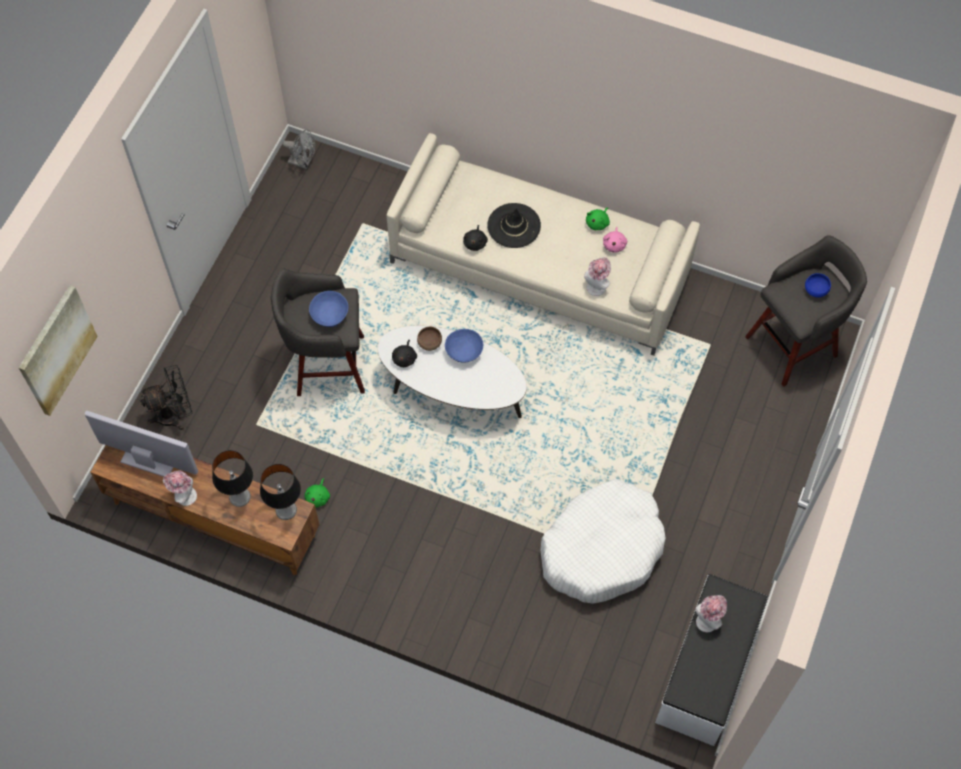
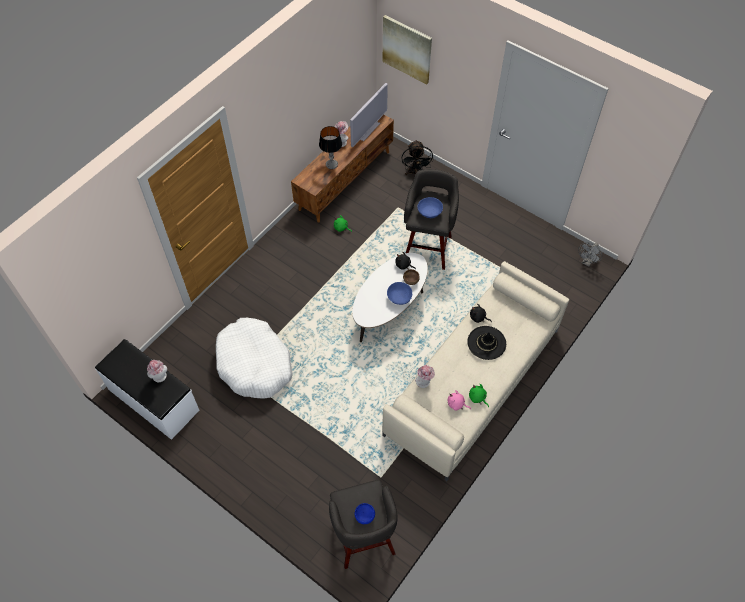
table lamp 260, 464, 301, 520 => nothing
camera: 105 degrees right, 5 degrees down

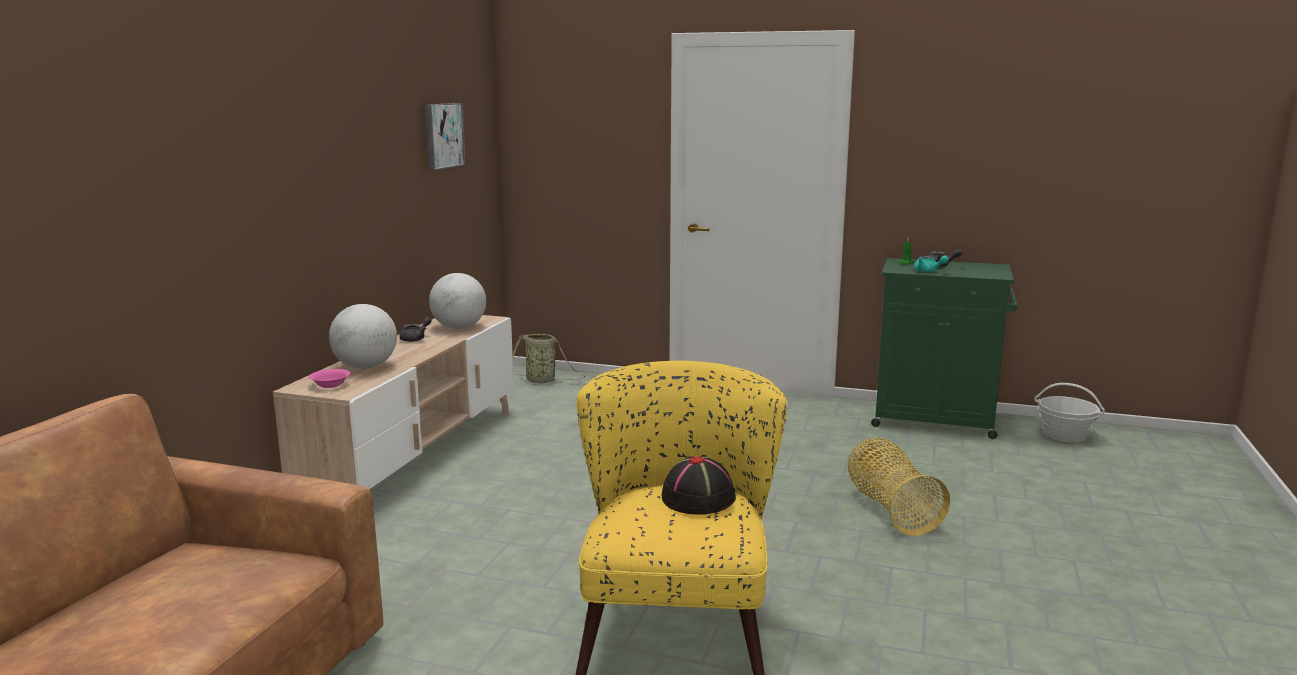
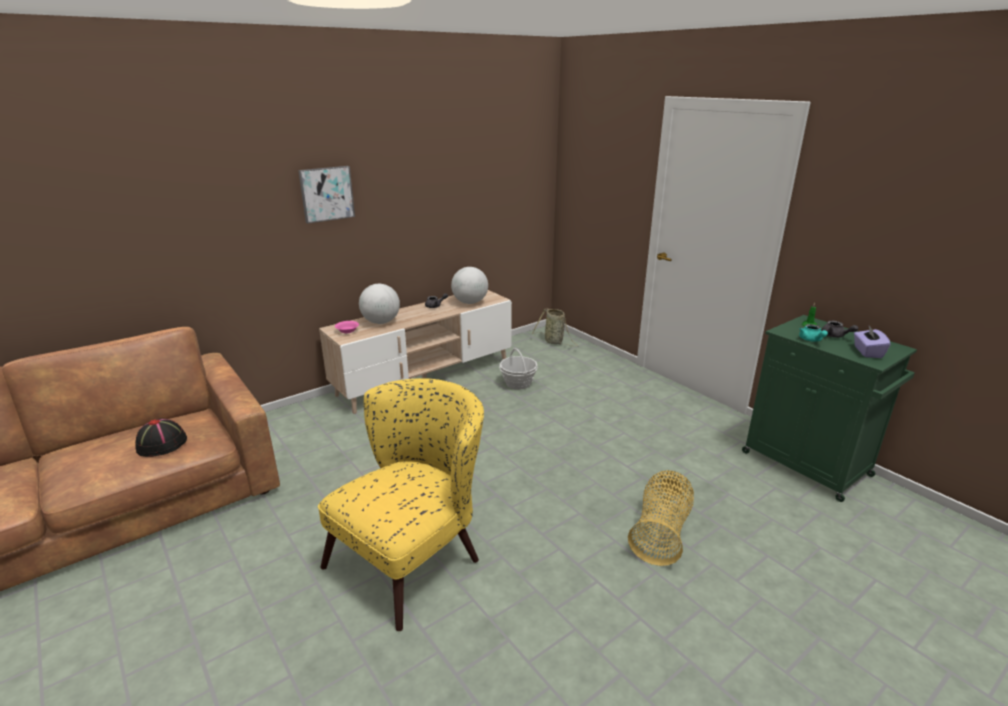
nothing => tissue holder (purple) 854, 326, 891, 358
wall picture 425, 103, 466, 170 => wall picture 298, 166, 355, 223, relocated
hat (black-coloured) 661, 456, 736, 515 => hat (black-coloured) 135, 418, 187, 457, relocated
household basket 1035, 383, 1105, 443 => household basket 499, 348, 537, 390, relocated
camera: 35 degrees right, 10 degrees up

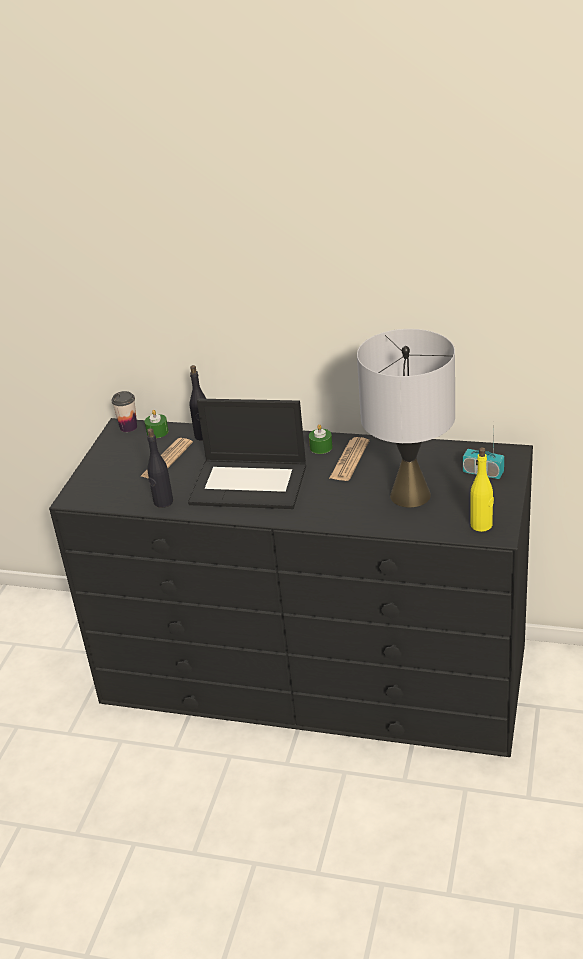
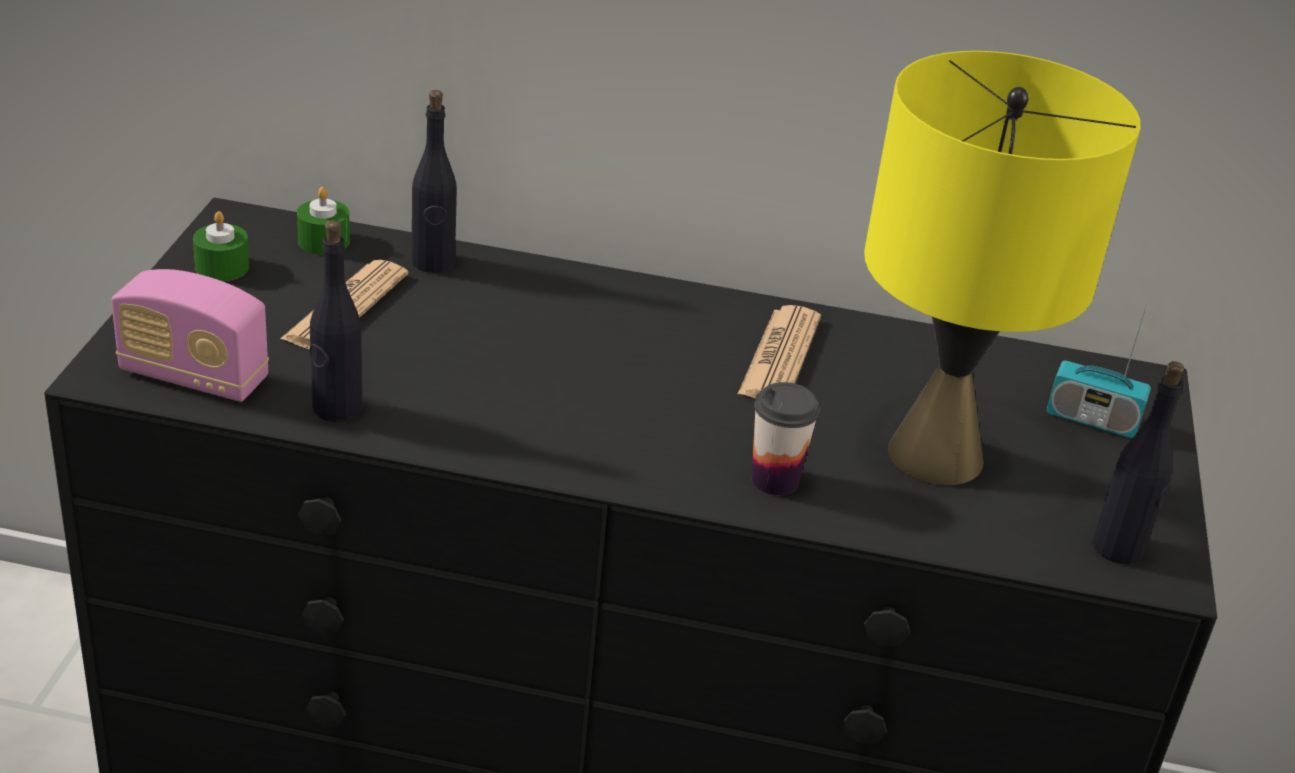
portable computer 188, 399, 306, 509 => nothing
nothing => radio receiver 111, 269, 269, 402
cup 111, 391, 137, 432 => cup 751, 382, 820, 495, relocated
wax light (green) 309, 424, 333, 454 => wax light (green) 193, 211, 249, 281, relocated
table lamp (grey) 357, 329, 455, 508 => table lamp (yellowish) 864, 51, 1141, 486
beverage bottle (yellowish) 471, 447, 494, 532 => beverage bottle (black-coloured) 1092, 361, 1184, 564
camera: 10 degrees left, 0 degrees up

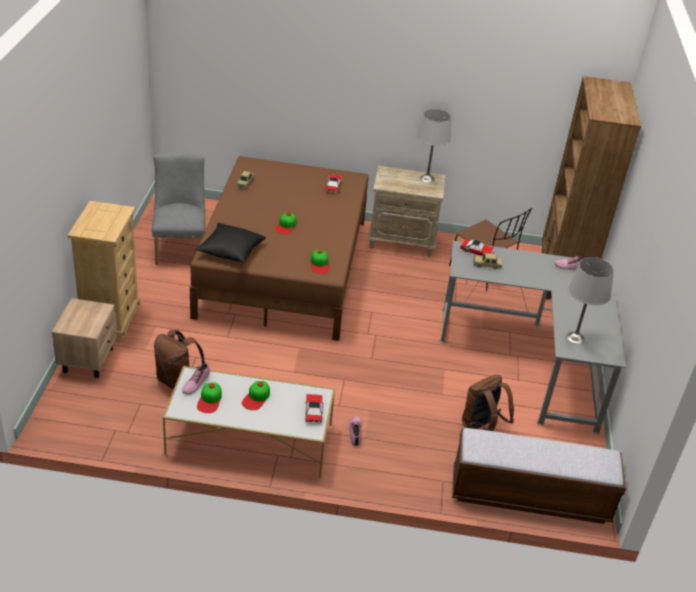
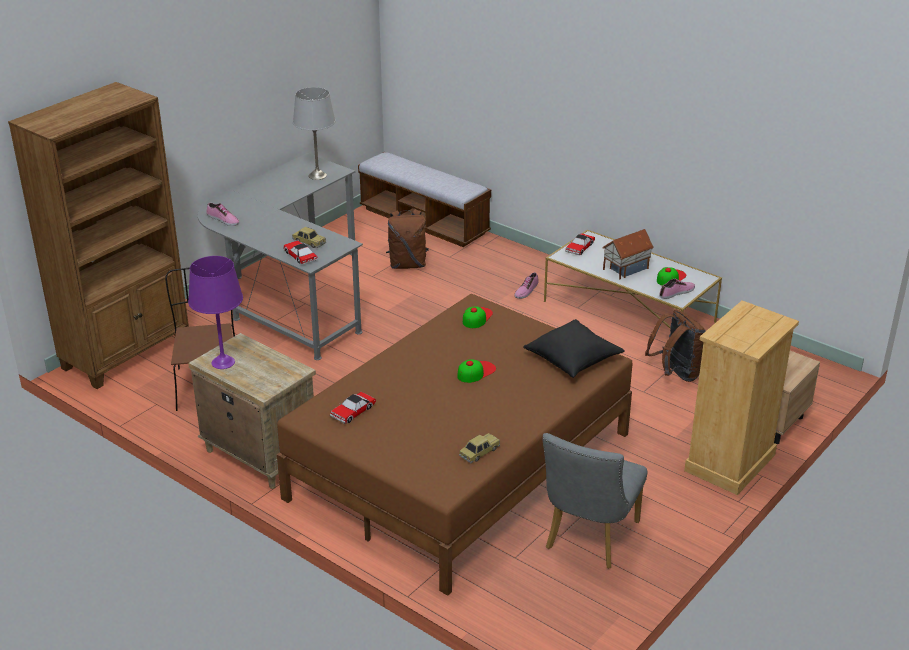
cap 242, 381, 270, 410 => miniature house 602, 229, 654, 279
table lamp (grey) 417, 109, 451, 183 => table lamp (purple) 188, 256, 243, 369
camera: 145 degrees left, 5 degrees down

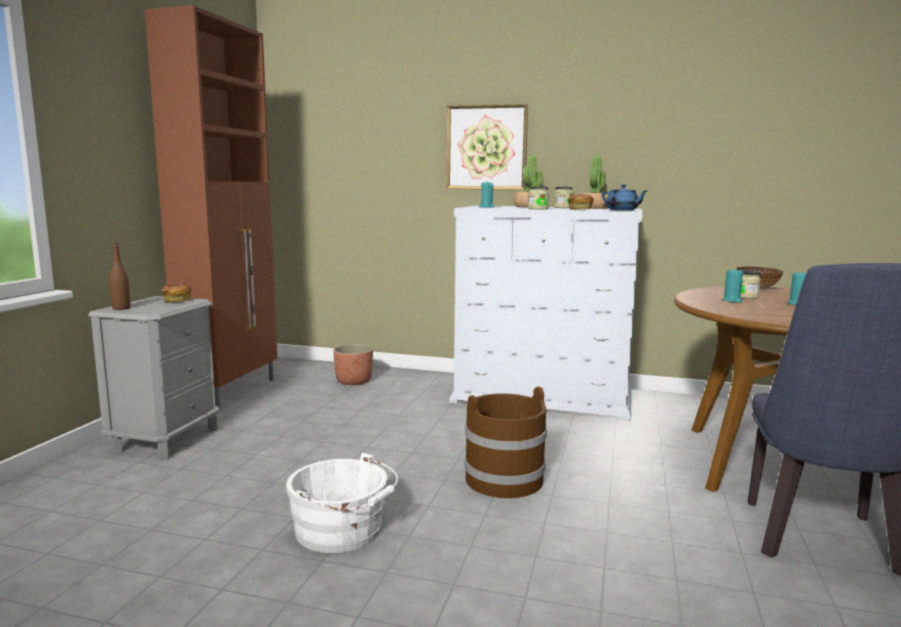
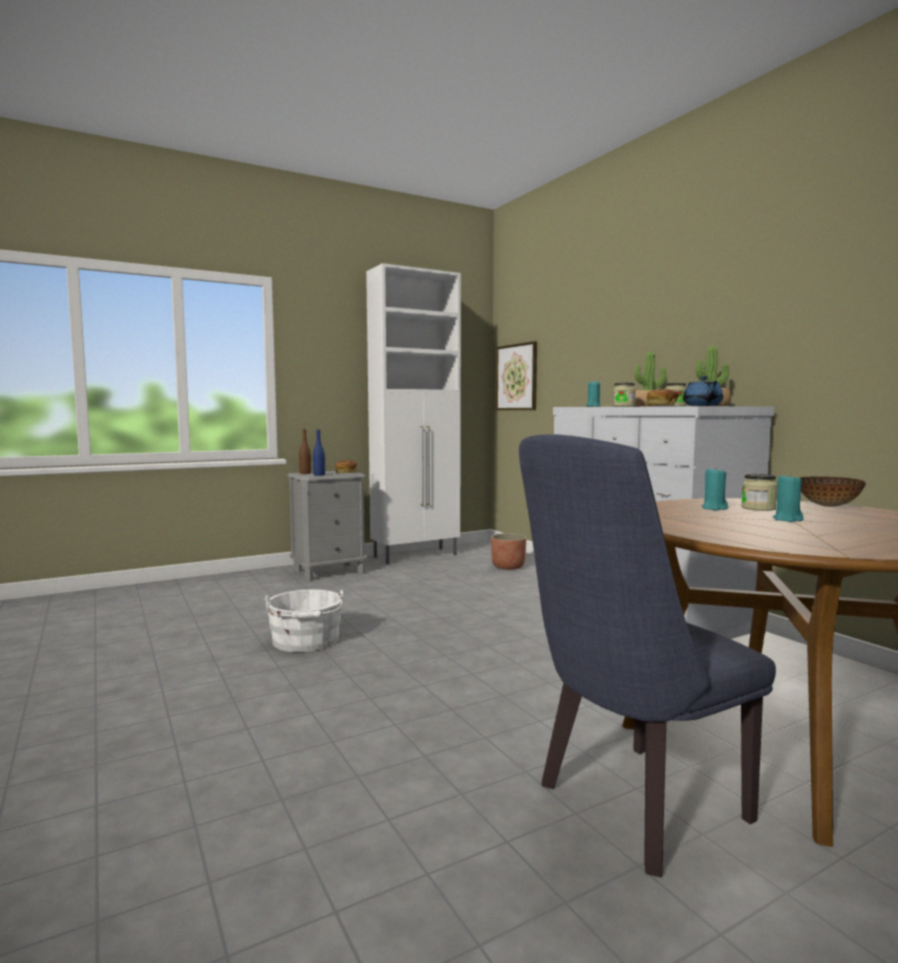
water bucket (brown-coloured) 464, 386, 547, 498 => nothing
nothing => beverage bottle (blue) 313, 429, 325, 476
wall picture 446, 104, 528, 190 => wall picture 495, 341, 537, 410, relocated
storage cabinet (brown-coloured) 145, 5, 278, 410 => storage cabinet (whitish) 366, 263, 461, 564
camera: 45 degrees right, 5 degrees down

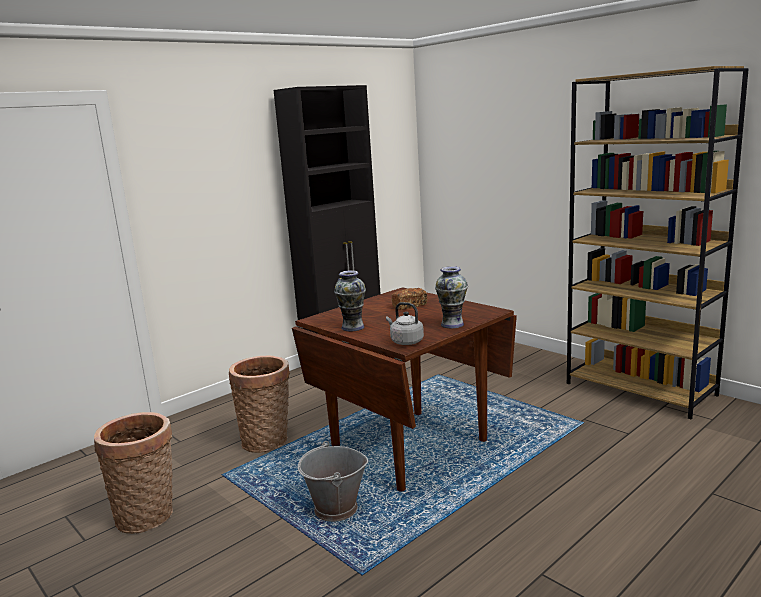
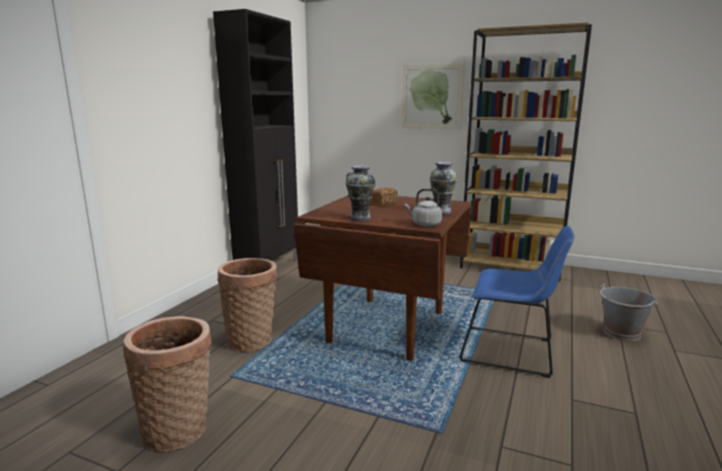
nothing => wall picture 401, 63, 465, 130
nothing => plain chair (blue) 459, 226, 574, 378
water bucket (grey) 298, 441, 368, 522 => water bucket (grey) 600, 284, 658, 341, relocated
camera: 25 degrees left, 0 degrees up

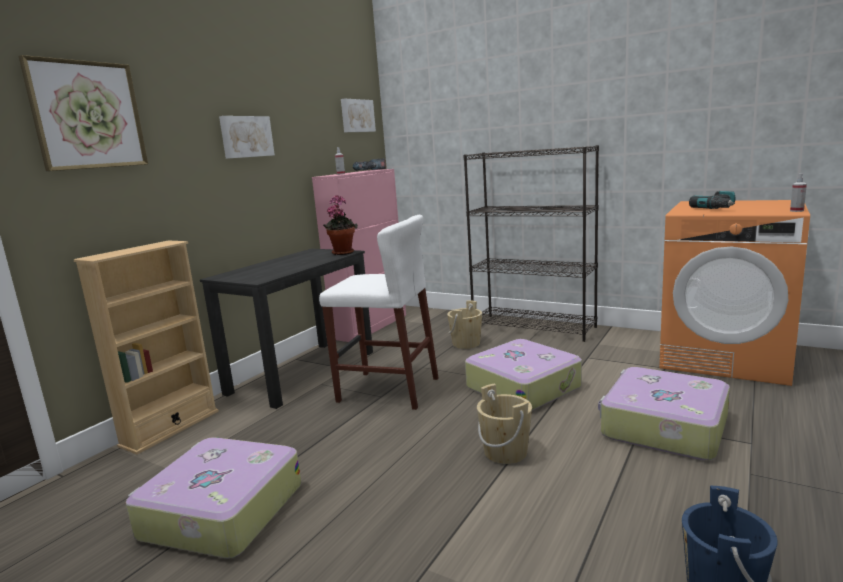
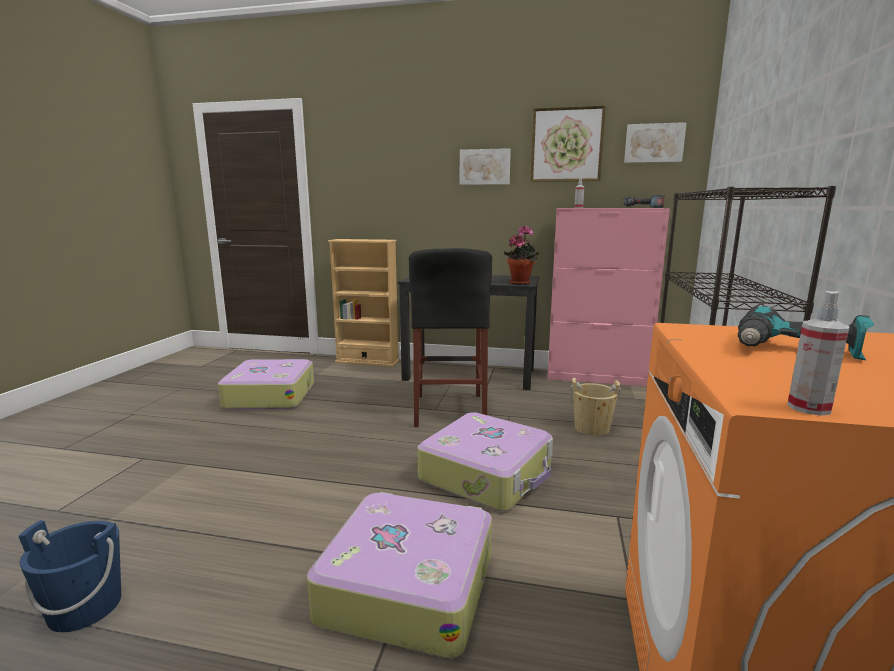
water bucket (beige-coloured) 477, 384, 532, 464 => nothing
wall picture 18, 55, 148, 171 => wall picture 530, 105, 606, 182, relocated
stool (whitish) 319, 215, 438, 410 => stool (black-coloured) 409, 248, 492, 427
camera: 70 degrees right, 0 degrees up

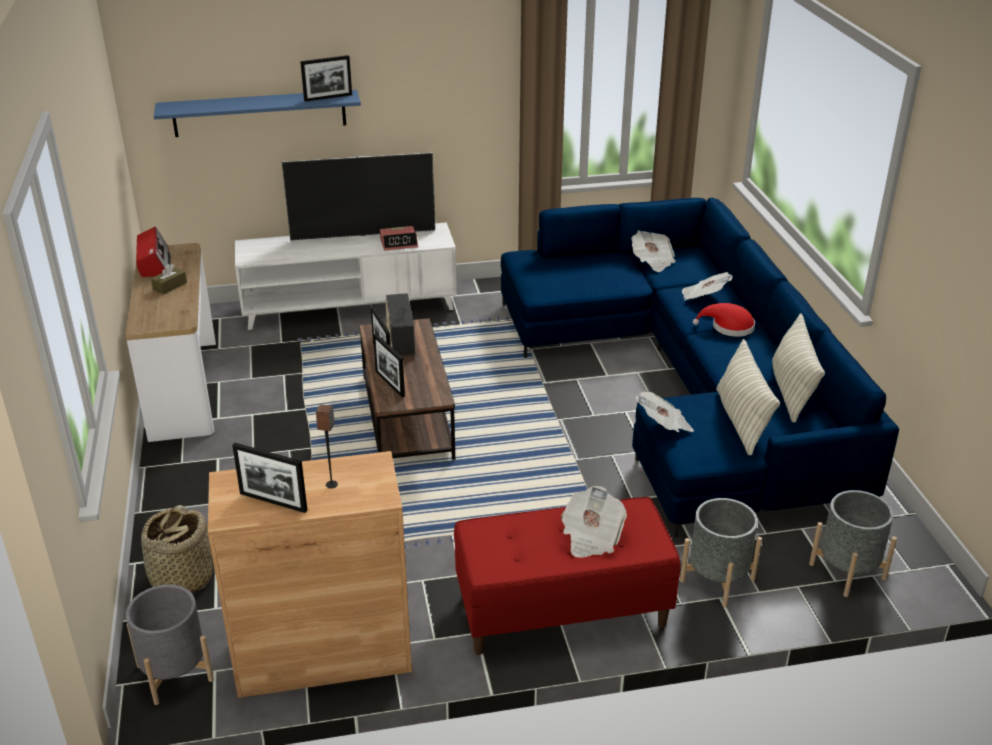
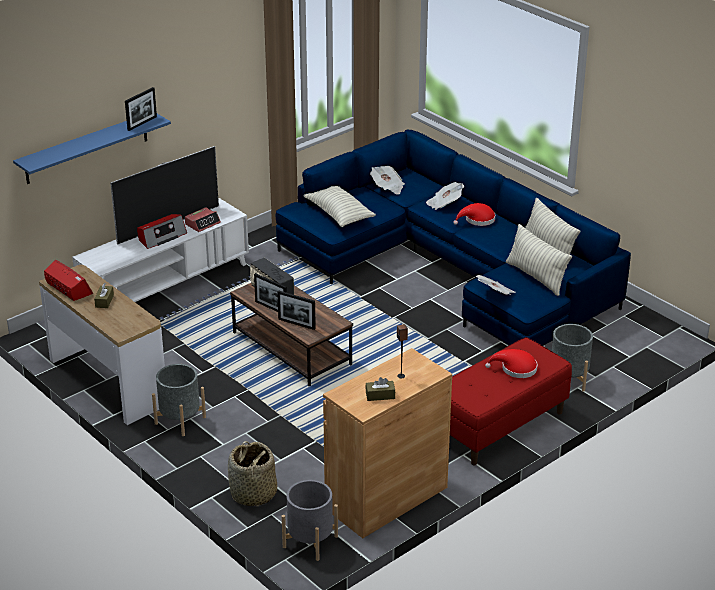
nothing => radio receiver 137, 214, 187, 249
nothing => cushion 304, 186, 376, 227
flower pot (grey) 809, 490, 897, 597 => flower pot (grey) 152, 364, 206, 436, relocated
photo frame 232, 443, 307, 513 => tissue holder (brown-coloured) 365, 377, 395, 401
newspaper 561, 486, 627, 558 => hat (red) 485, 349, 537, 378
camera: 30 degrees left, 0 degrees up

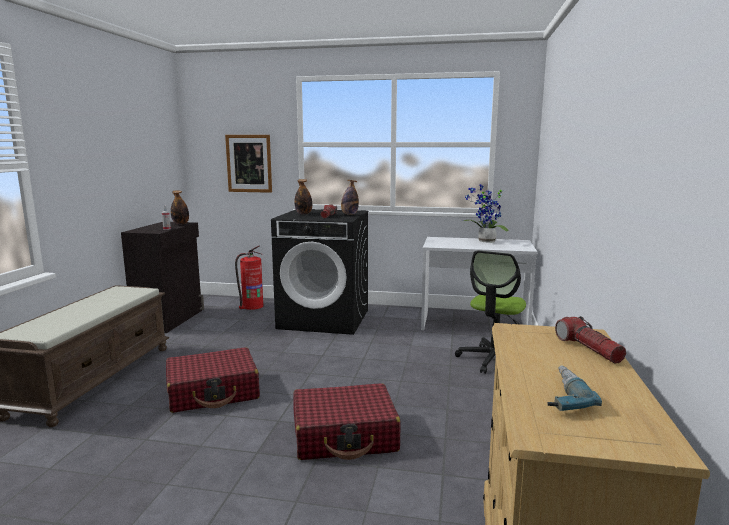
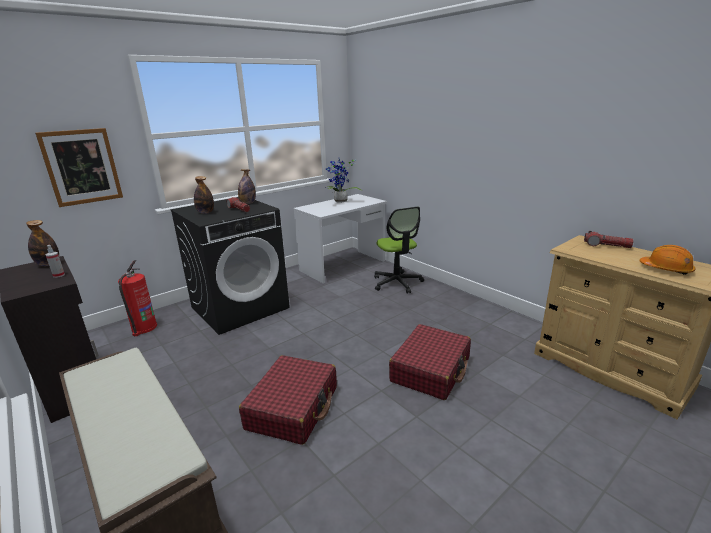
drill 548, 366, 602, 411 => safety helmet (orange) 639, 245, 696, 275
camera: 50 degrees left, 10 degrees up

